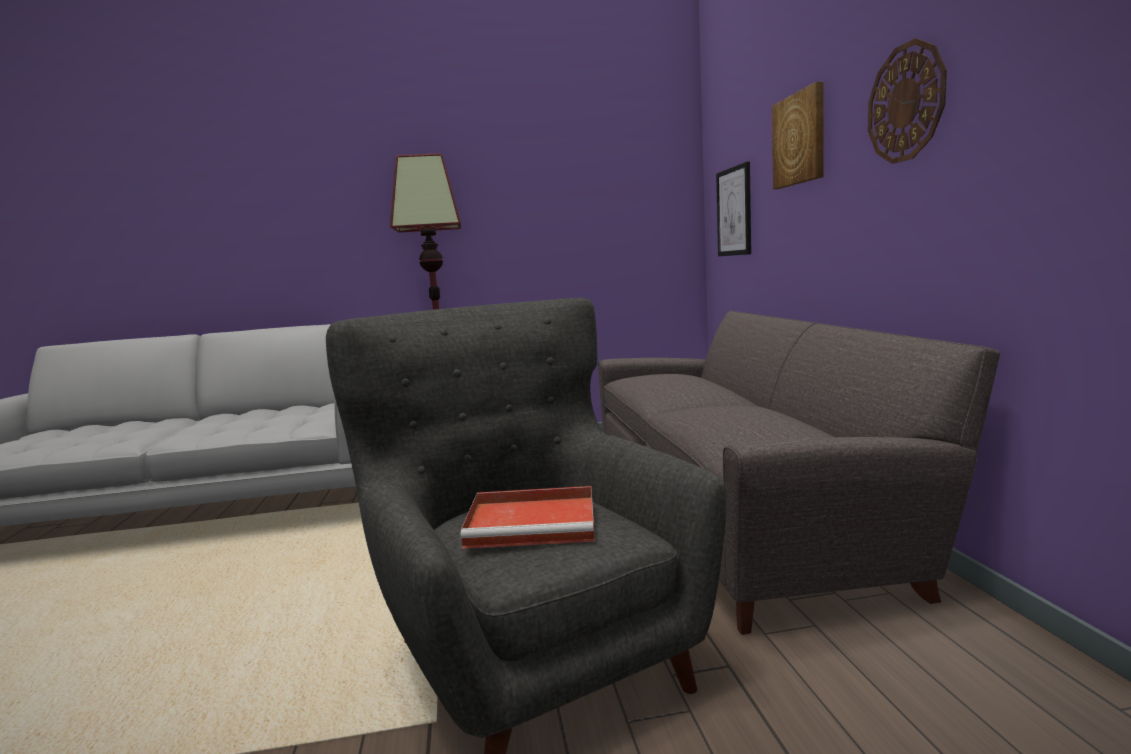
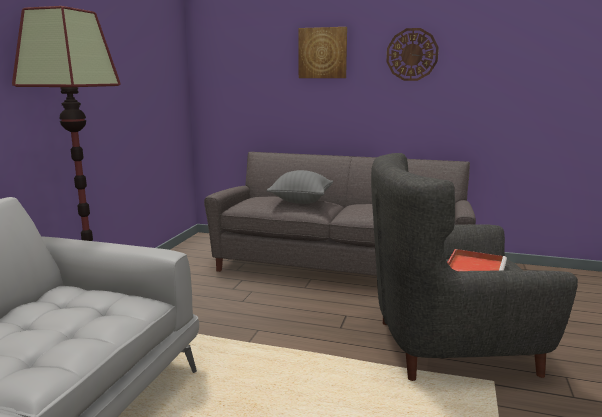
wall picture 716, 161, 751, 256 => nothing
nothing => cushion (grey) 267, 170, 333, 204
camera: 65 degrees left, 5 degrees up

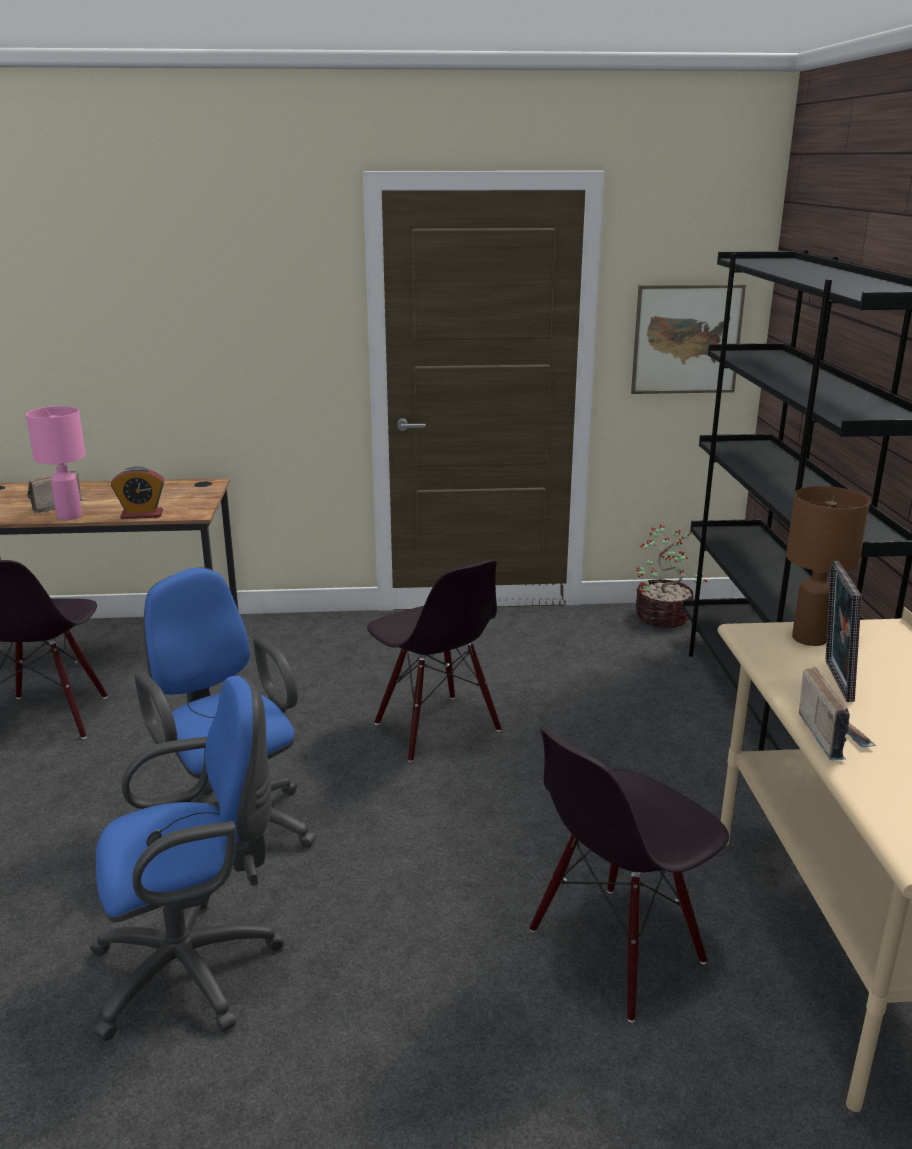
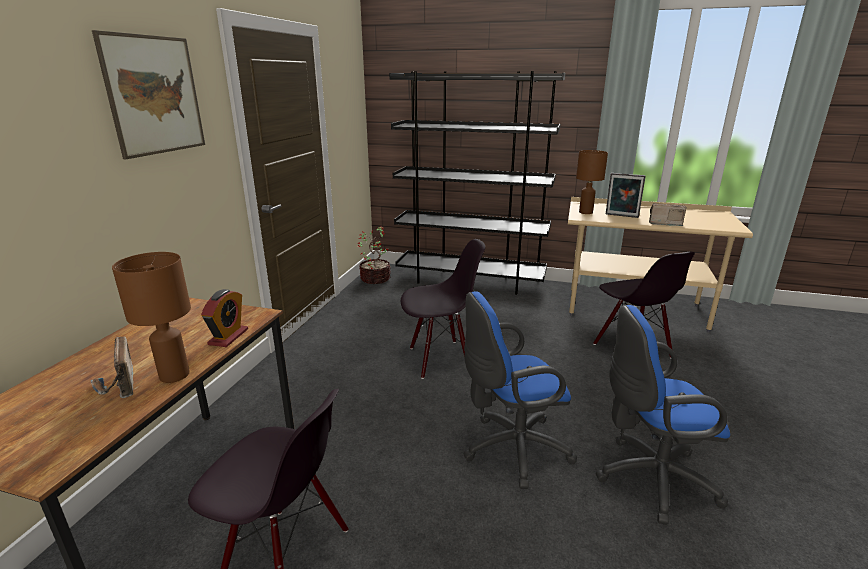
wall picture 631, 285, 746, 394 => wall picture 92, 30, 205, 159, relocated
table lamp (pinkish) 26, 406, 86, 520 => table lamp (brown-coloured) 112, 252, 191, 383
computer chair (blue) 90, 676, 285, 1041 => computer chair (blue) 596, 305, 730, 525, 90 degrees counterclockwise
camera: 70 degrees left, 0 degrees up

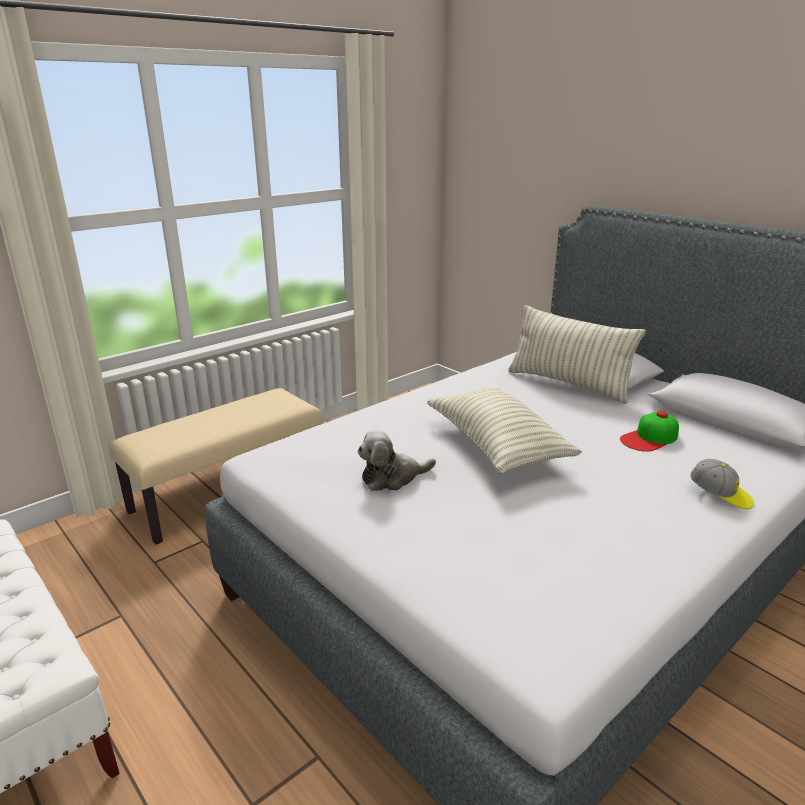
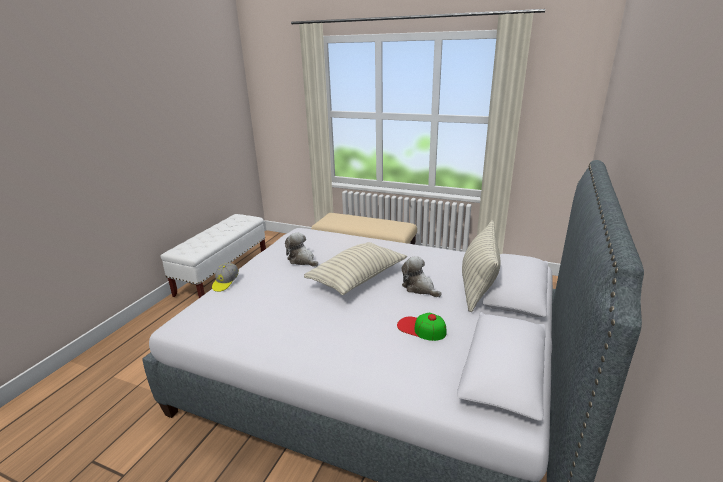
nothing => cuddly toy 401, 256, 441, 297
cap 690, 459, 754, 509 => cap 212, 263, 239, 292, relocated
camera: 65 degrees right, 0 degrees up

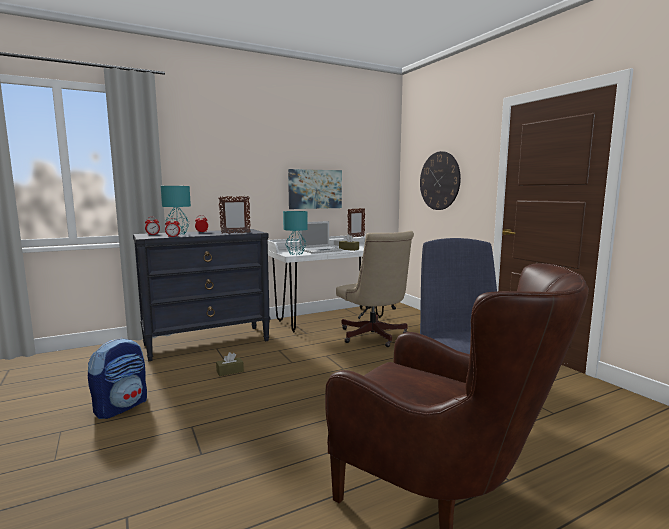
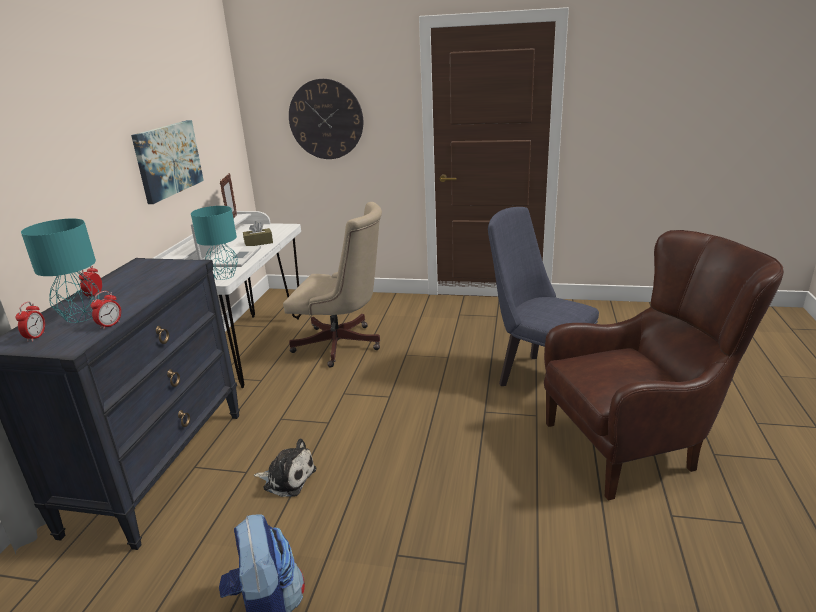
photo frame 218, 196, 251, 234 => nothing
tissue holder (brown-coloured) 216, 352, 244, 376 => cuddly toy 254, 438, 316, 497
camera: 50 degrees left, 15 degrees up

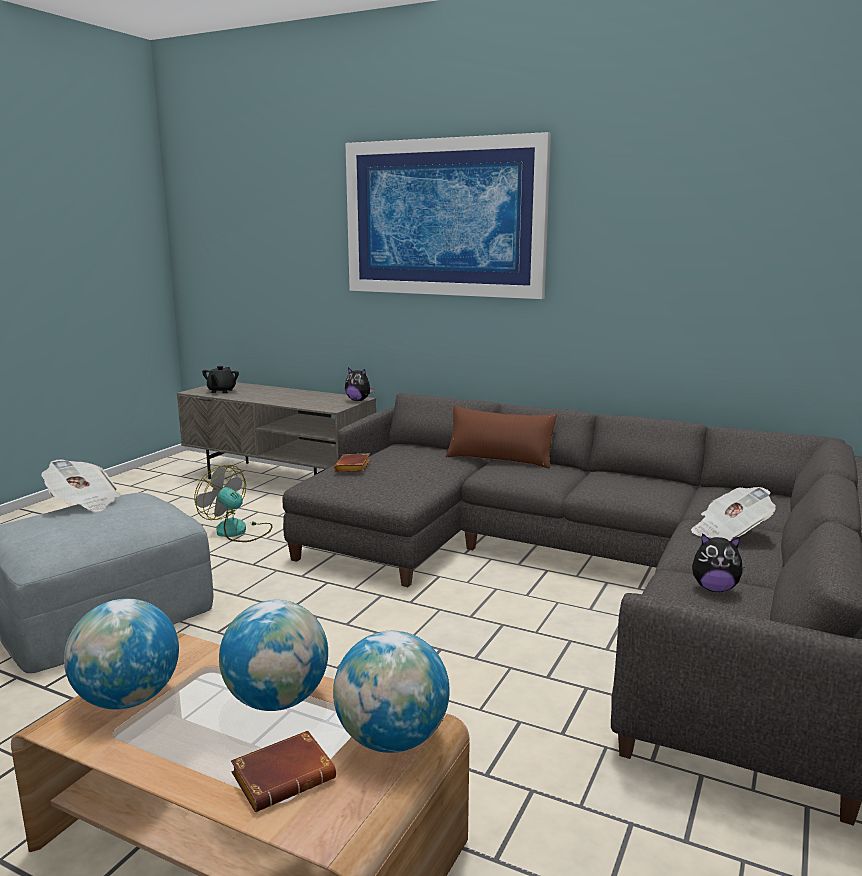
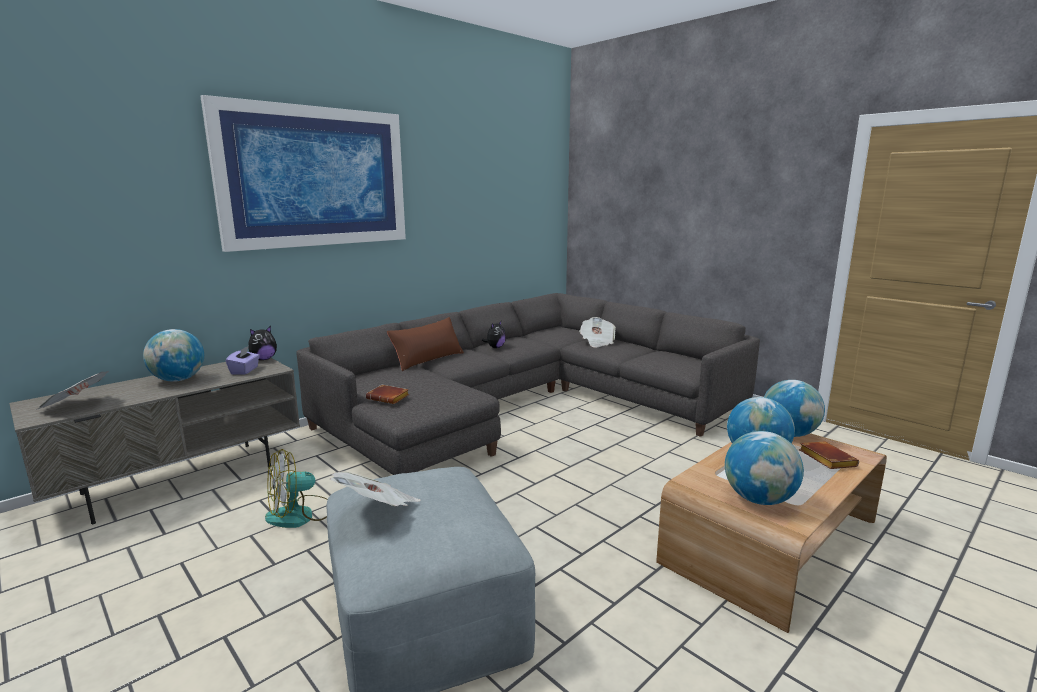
nothing => globe 143, 329, 204, 382
nothing => tissue holder (purple) 226, 346, 260, 374
cuddly toy 692, 533, 744, 592 => cuddly toy 482, 321, 506, 348, relocated
teapot (black-coloured) 202, 366, 239, 393 => newspaper 36, 371, 109, 410
camera: 70 degrees left, 0 degrees up

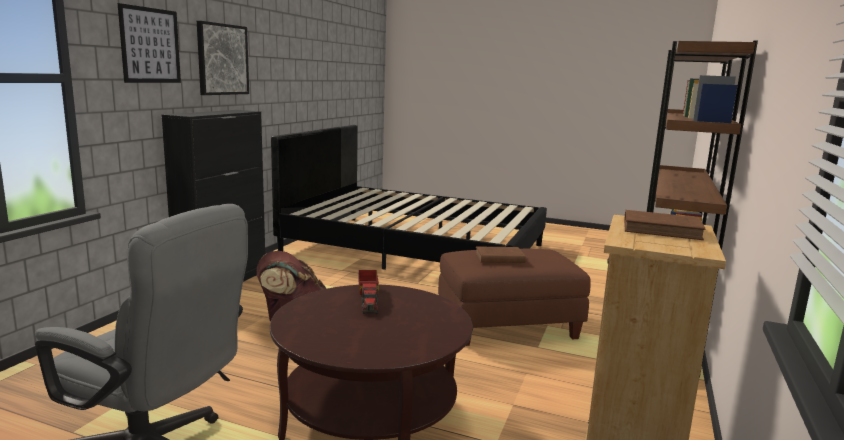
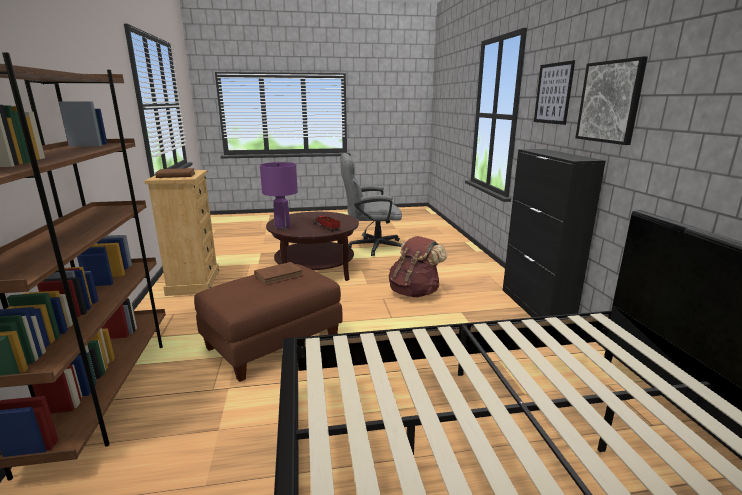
nothing => table lamp (purple) 260, 162, 298, 230
camera: 150 degrees right, 5 degrees up

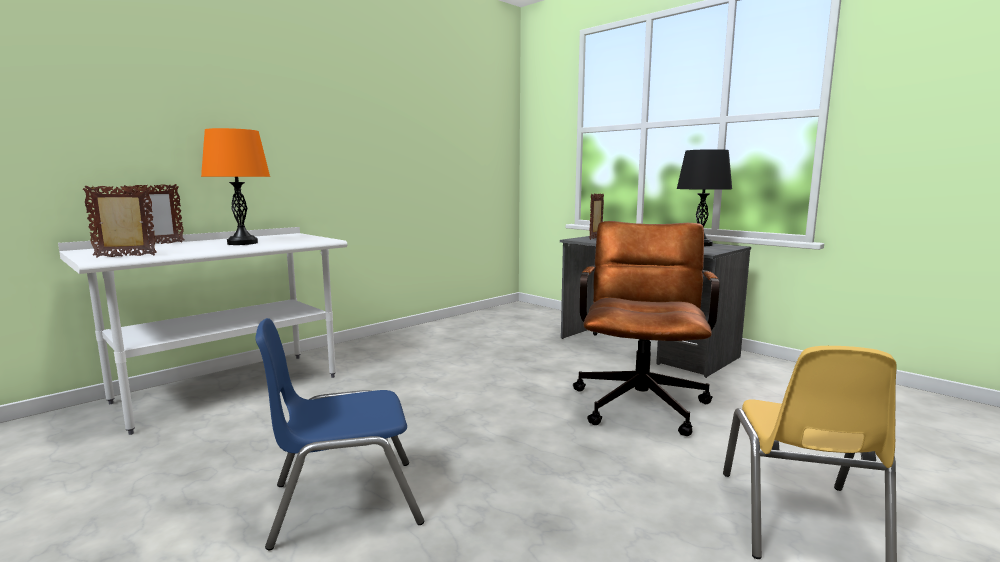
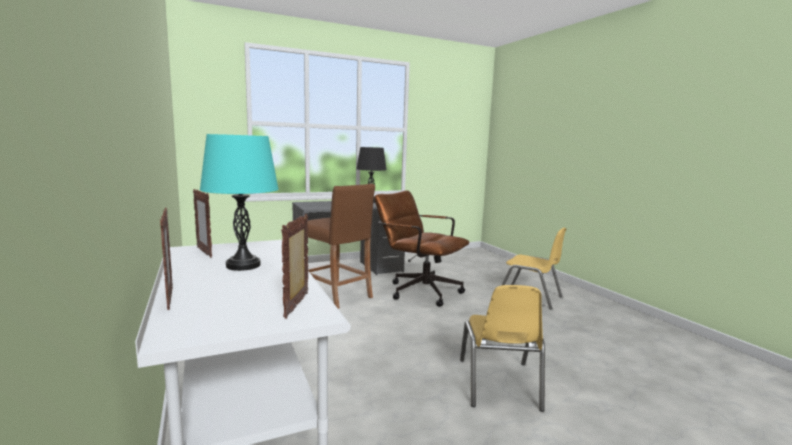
nothing => stool (brown-coloured) 308, 184, 375, 309
photo frame 589, 193, 604, 240 => photo frame 193, 189, 212, 258, relocated
table lamp (orange) 201, 128, 270, 245 => table lamp (turquoise) 200, 134, 279, 271
plain chair (blue) 255, 318, 424, 550 => plain chair (yellowish) 460, 285, 545, 412
camera: 70 degrees left, 0 degrees up

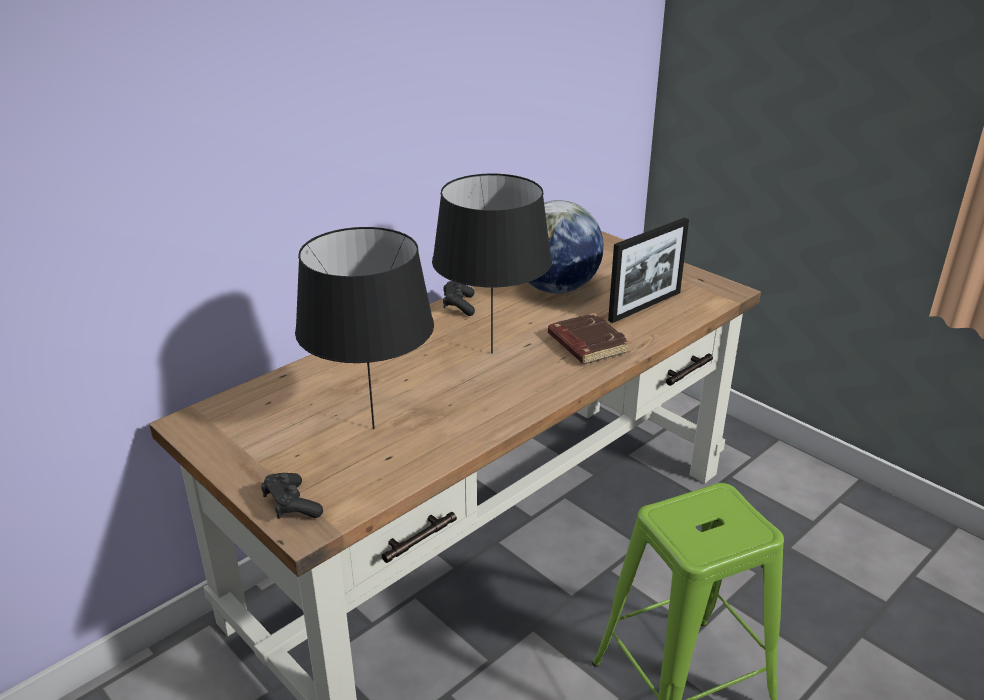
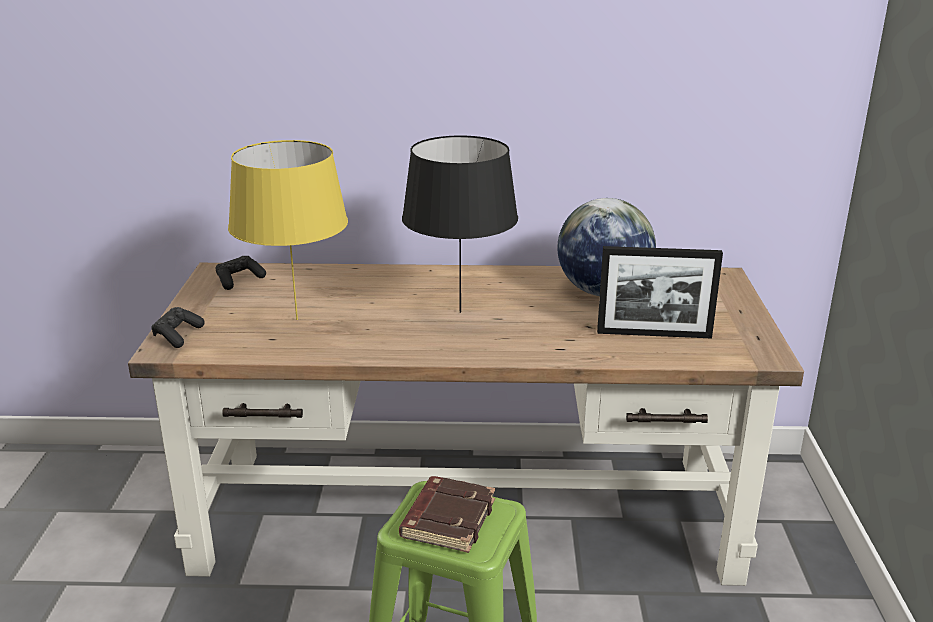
game controller (black-coloured) 443, 281, 475, 316 => game controller (black-coloured) 215, 256, 266, 290, relocated
bound book (brown-coloured) 548, 313, 631, 364 => bound book (brown-coloured) 399, 476, 495, 553, relocated
table lamp (black-coloured) 295, 227, 434, 429 => table lamp (yellowish) 228, 140, 348, 320
camera: 45 degrees right, 5 degrees down

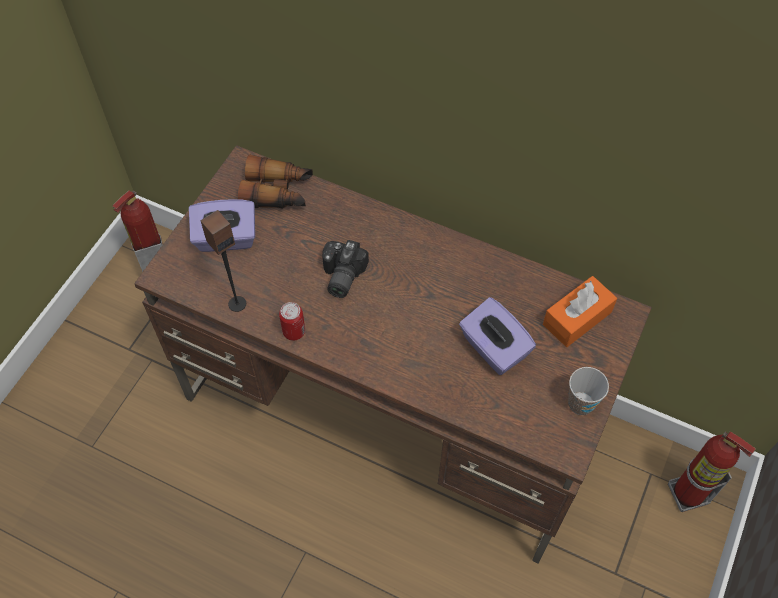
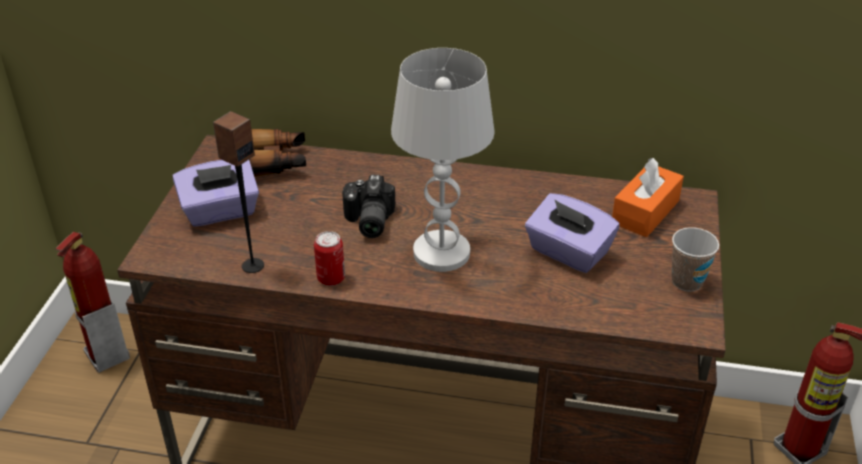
nothing => table lamp (whitish) 391, 48, 495, 272
camera: 15 degrees left, 20 degrees down

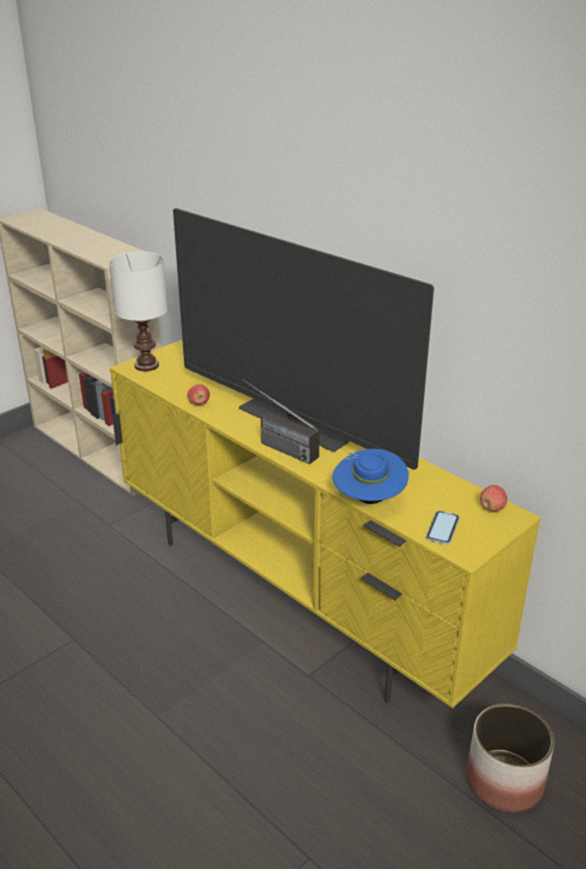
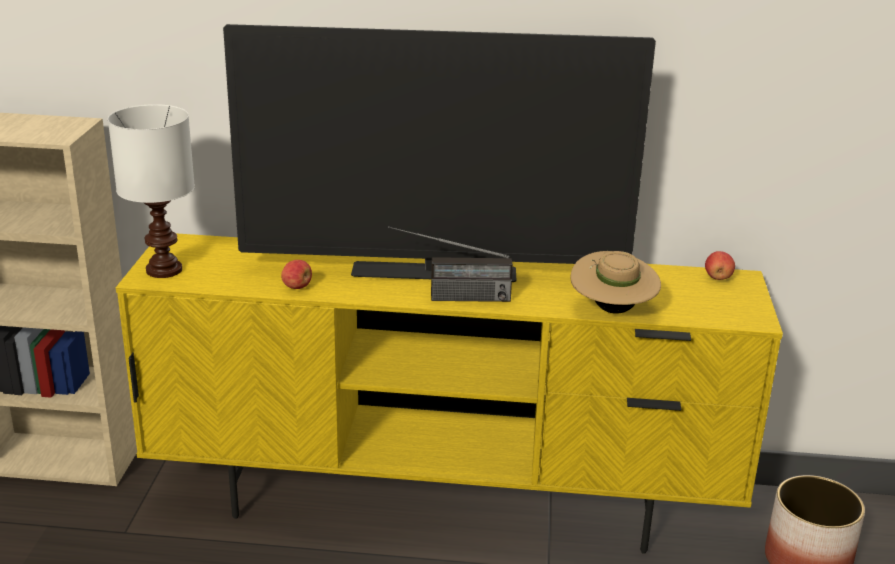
telephone 426, 511, 459, 545 => nothing
hat (blue) 333, 449, 409, 504 => hat (beige-coloured) 570, 251, 661, 314
camera: 40 degrees left, 5 degrees down

